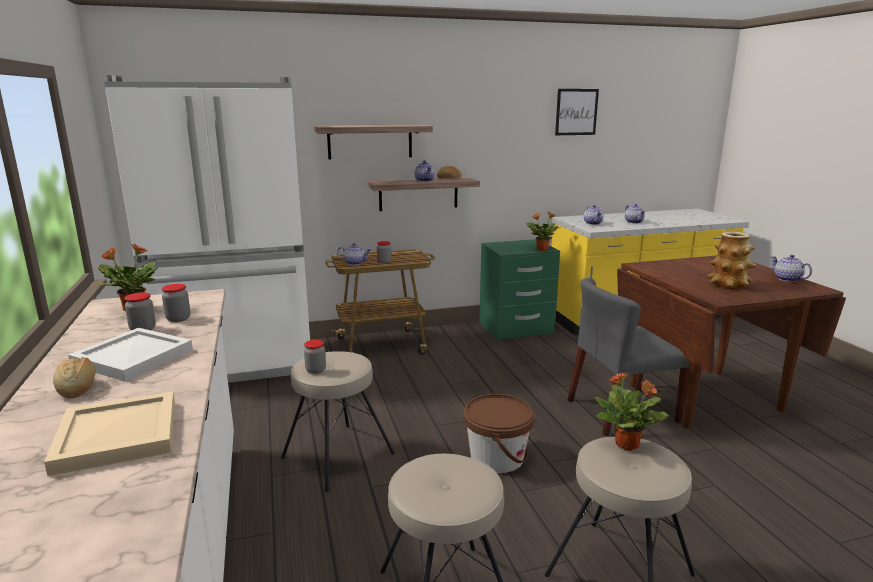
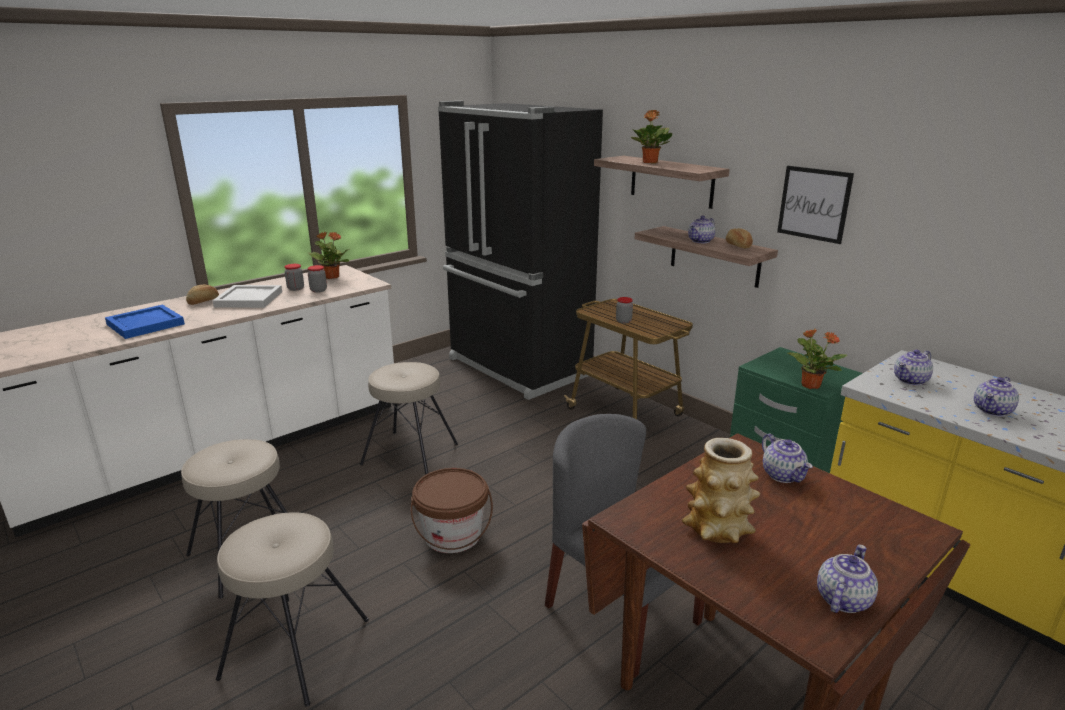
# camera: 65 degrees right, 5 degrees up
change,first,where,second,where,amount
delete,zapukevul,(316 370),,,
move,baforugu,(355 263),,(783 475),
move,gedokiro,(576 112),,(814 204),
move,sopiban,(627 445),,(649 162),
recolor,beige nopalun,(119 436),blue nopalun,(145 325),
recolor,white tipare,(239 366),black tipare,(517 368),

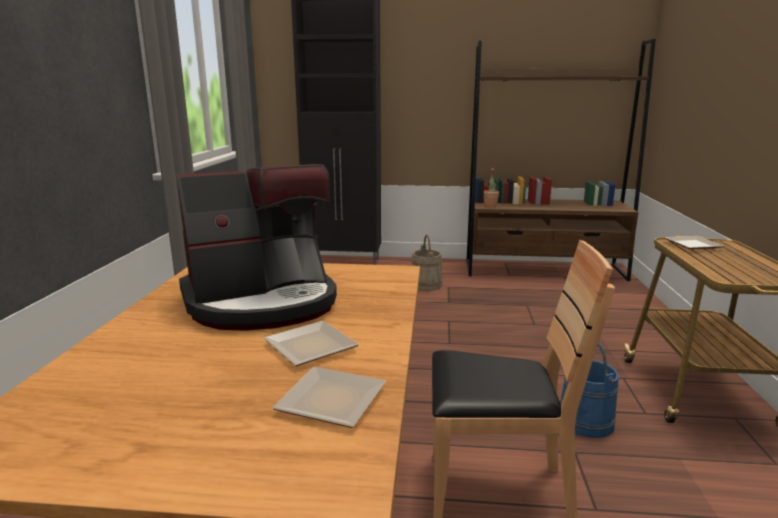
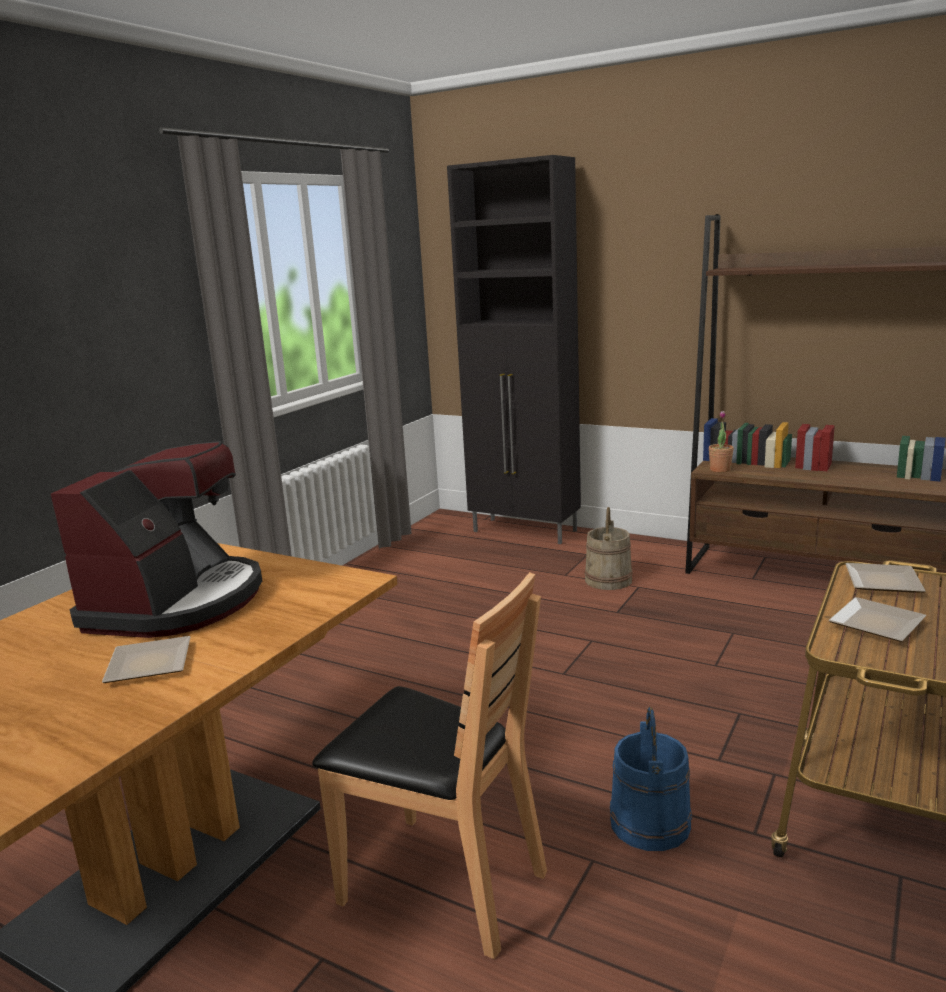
# camera: 25 degrees right, 0 degrees up
change,first,where,second,where,amount
move,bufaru,(327 402),,(873 624),
rotate,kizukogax,(262 302),,(177 602),75 degrees counterclockwise

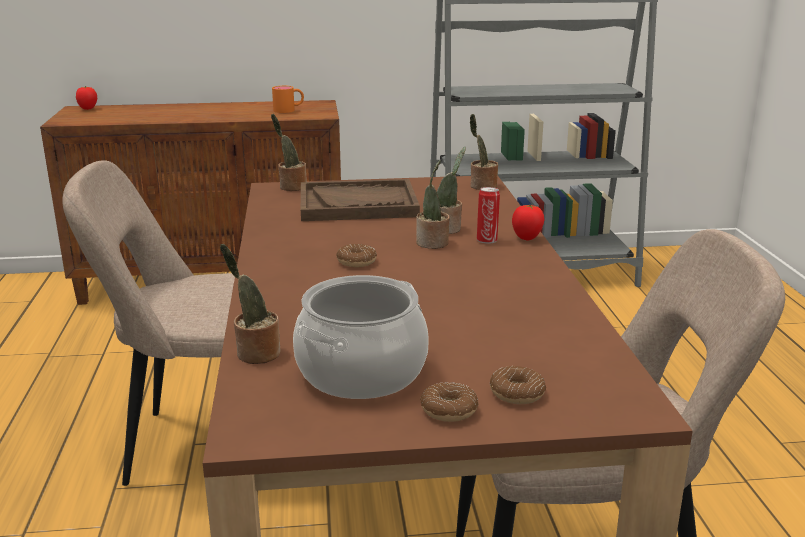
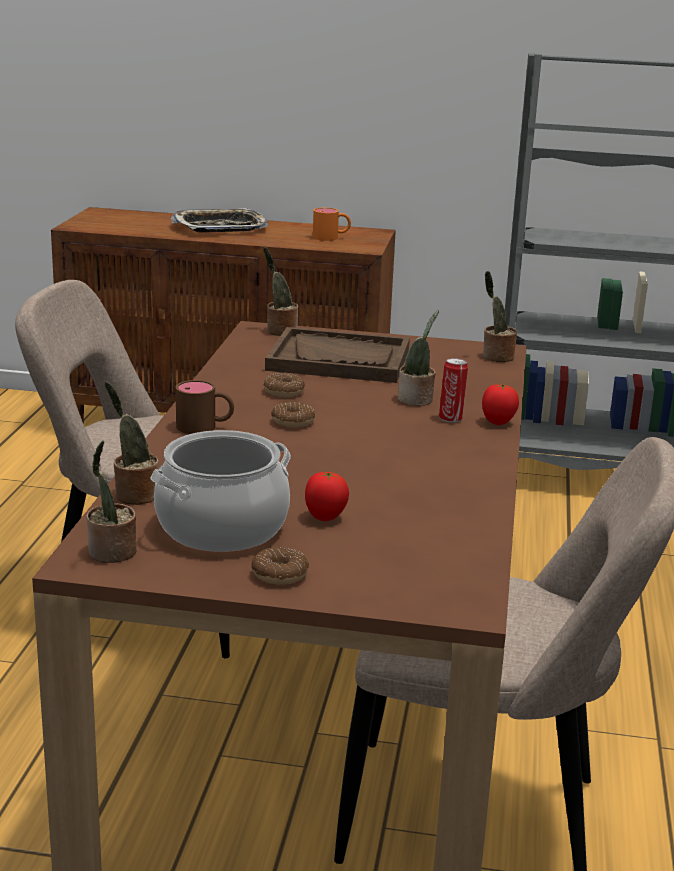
# camera: 15 degrees right, 0 degrees up
change,first,where,second,where,amount
insert,,,nopalun,(220 227),
insert,,,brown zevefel,(205 427),
move,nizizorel,(87 109),,(325 518),
move,sopiban,(432 243),,(111 553),
move,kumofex,(517 393),,(284 392),

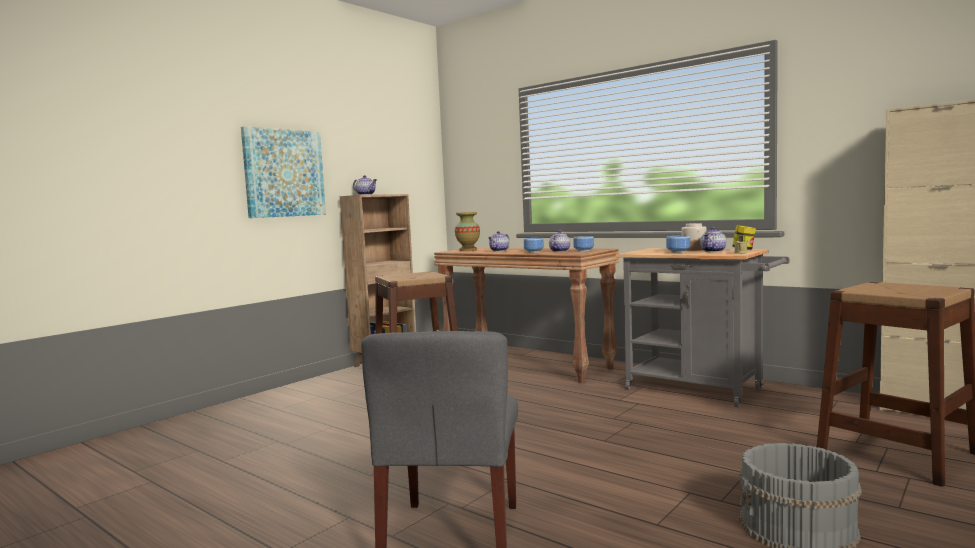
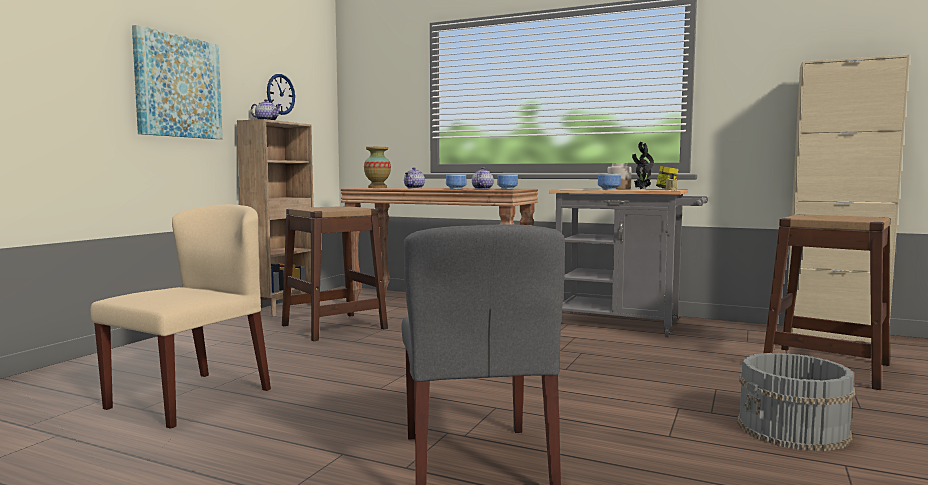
# camera: 15 degrees left, 0 degrees up
change,first,where,second,where,amount
insert,,,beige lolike,(191 398),
insert,,,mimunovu,(280 94),
replace,baforugu,(713 251),sopiban,(642 189),

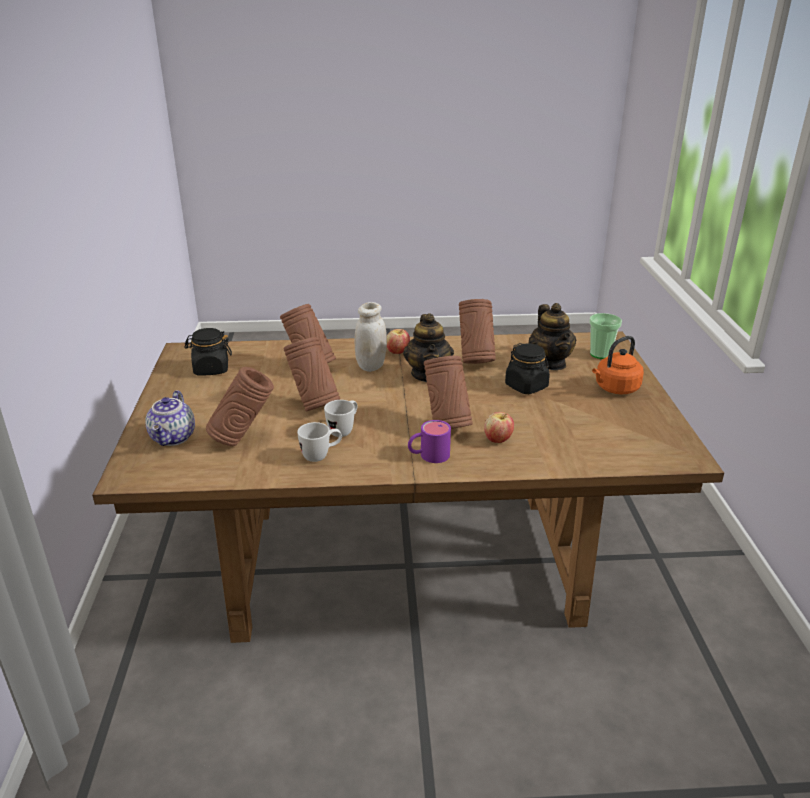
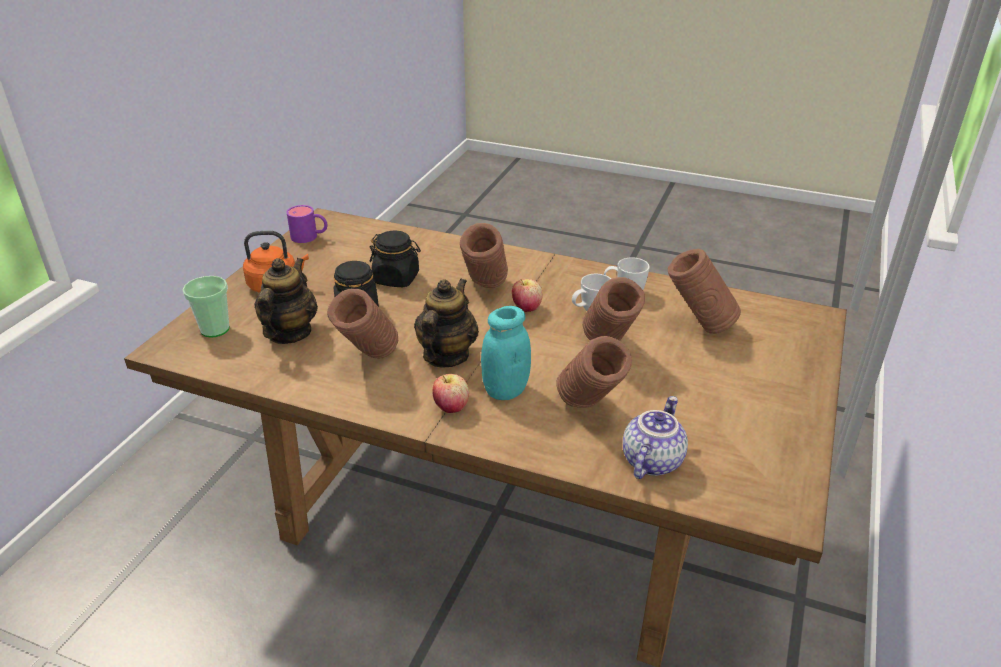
# camera: 155 degrees left, 5 degrees up
change,first,where,second,where,amount
move,baforugu,(174 438),,(650 460),
move,black zapukevul,(211 369),,(396 278),
move,purple zevefel,(428 456),,(310 237),
move,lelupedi,(498 439),,(526 308),
recolor,white zapukevul,(371 366),turquoise zapukevul,(505 390),

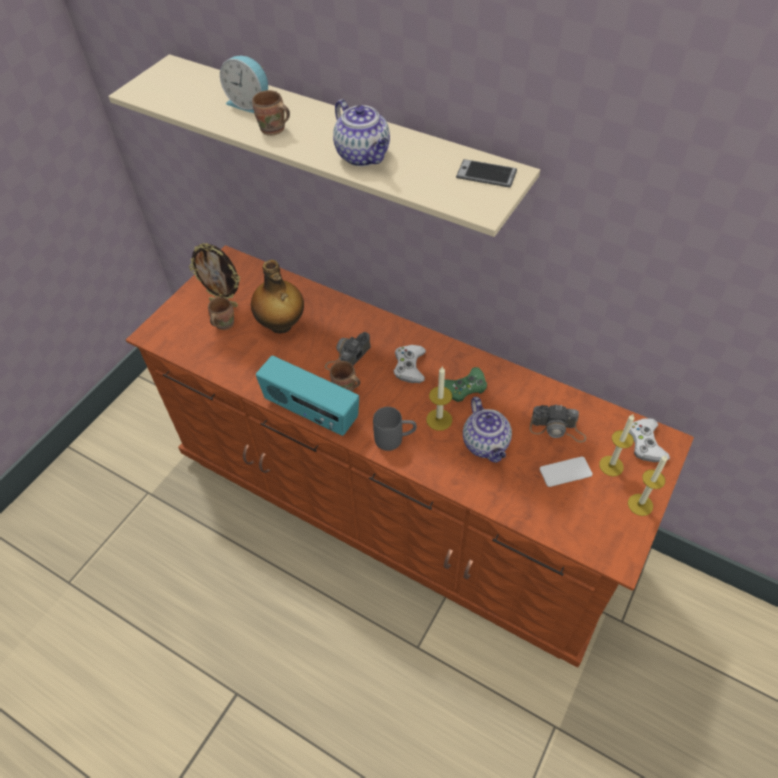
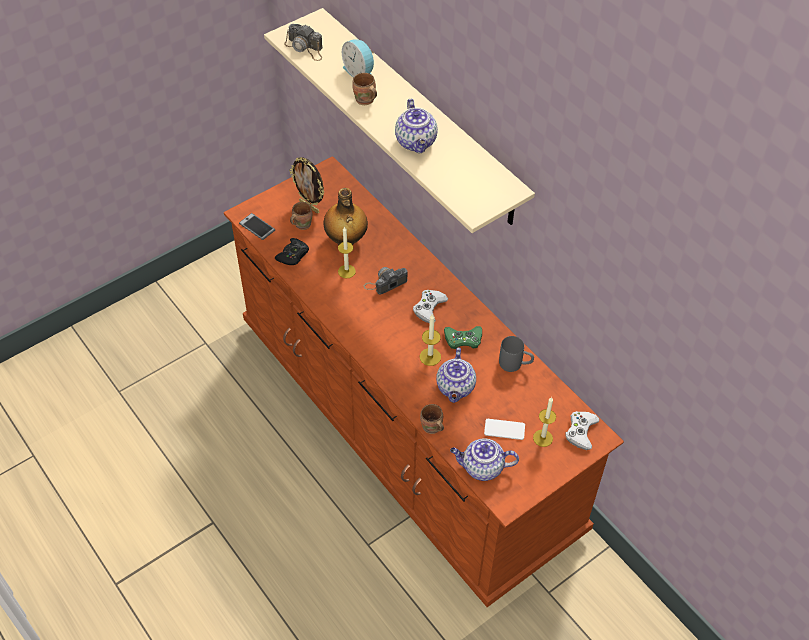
# camera: 20 degrees right, 0 degrees up
change,first,where,second,where,amount
delete,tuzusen,(310 412),,,
insert,,,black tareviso,(293 255),
insert,,,baforugu,(481 468),
move,brown zevefel,(345 389),,(431 428),
move,grey zevefel,(395 439),,(515 364),
move,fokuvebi,(486 174),,(257 227),
move,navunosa,(557 429),,(305 48),
move,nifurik,(640 504),,(346 271),

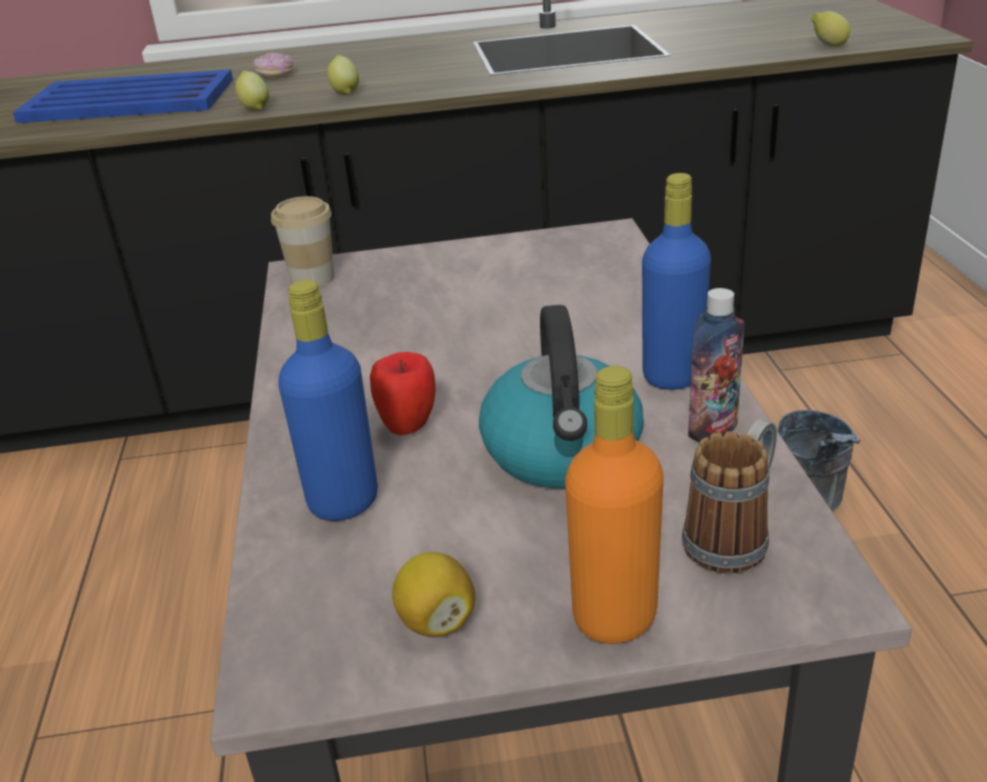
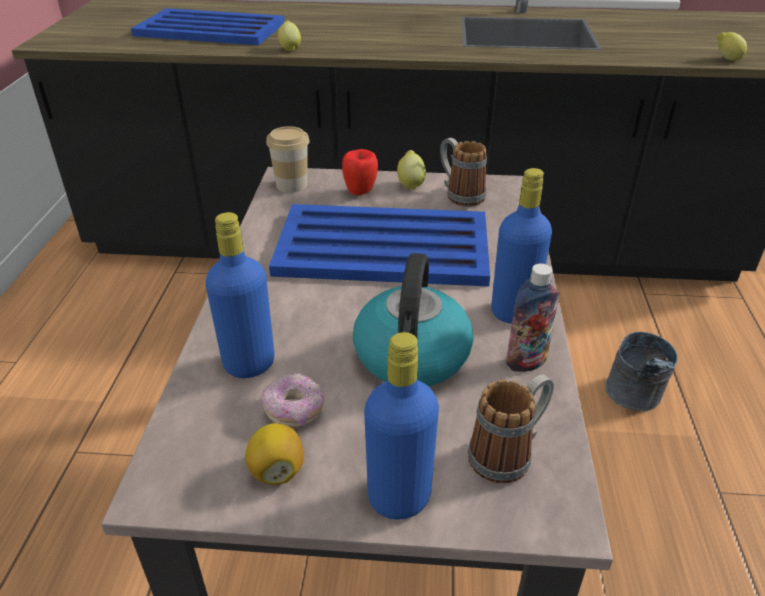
# camera: 10 degrees right, 5 degrees up
change,first,where,second,where,amount
insert,,,blue nopalun,(381 246),
insert,,,zevefel,(459 194),
move,kumofex,(275 74),,(294 411),
move,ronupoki,(345 92),,(410 184),
move,lelupedi,(408 428),,(360 192),
recolor,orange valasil,(614 617),blue valasil,(399 497),

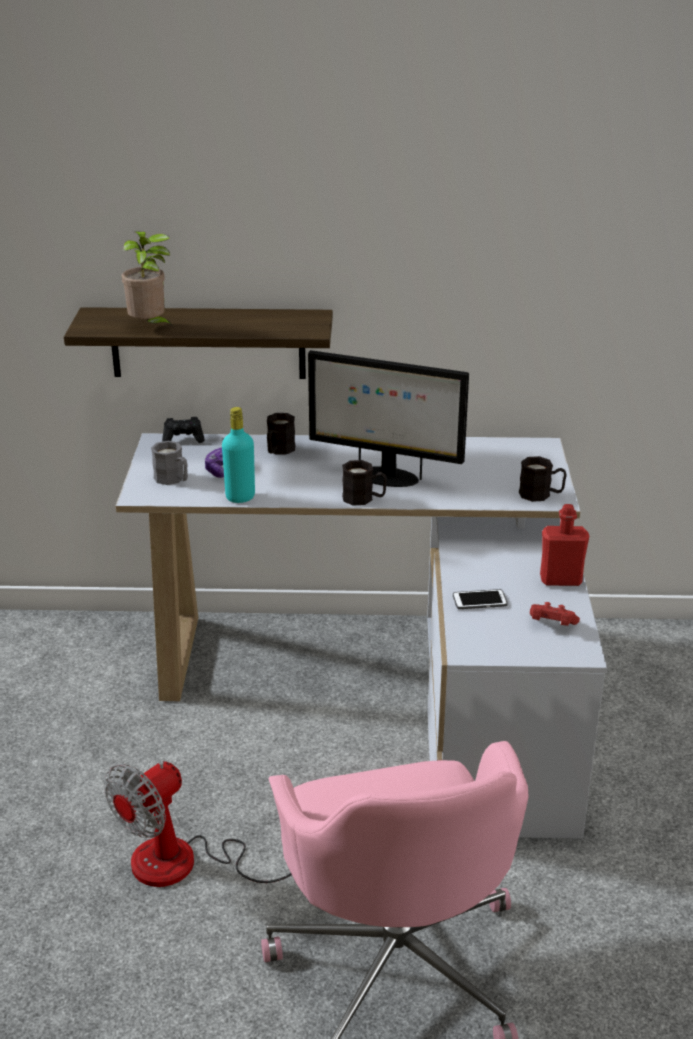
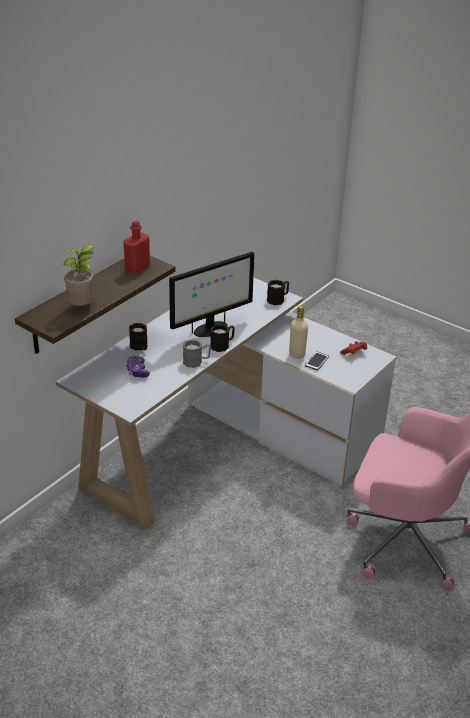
# camera: 55 degrees left, 5 degrees up
change,first,where,second,where,amount
delete,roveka,(187 864),,,
delete,black tareviso,(183 439),,,
delete,turquoise valasil,(240 497),,,
insert,,,beige valasil,(297 354),
move,grey zevefel,(173 480),,(196 361),
move,red valasil,(560 580),,(137 268),

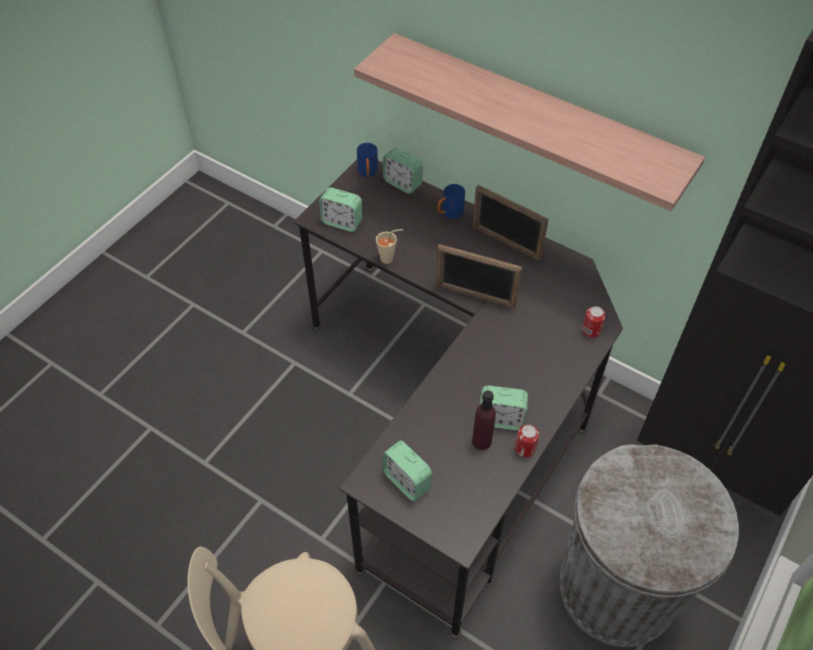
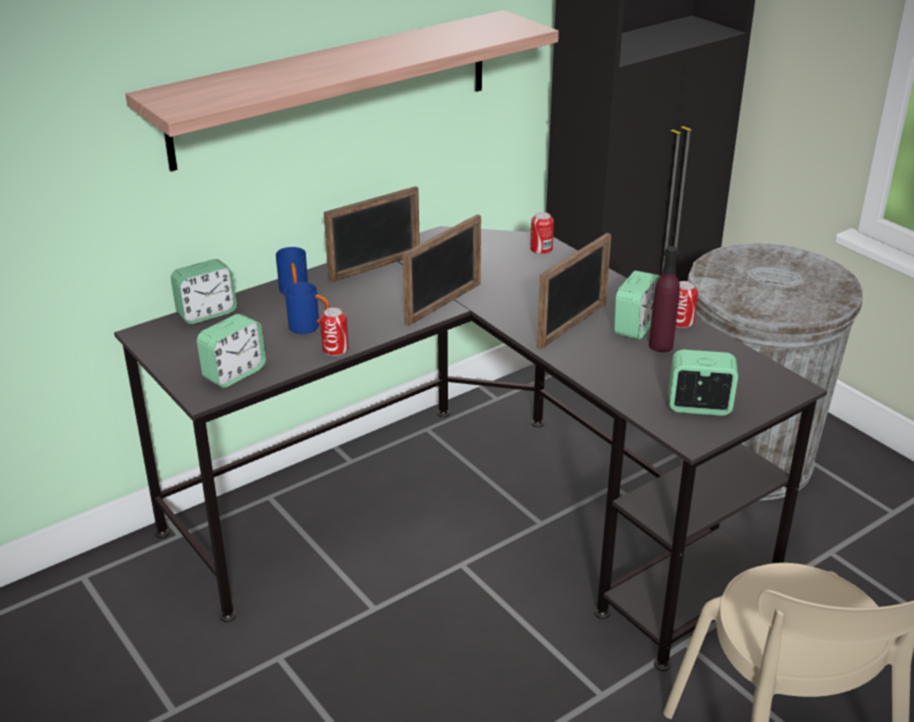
# camera: 70 degrees left, 20 degrees down
change,first,where,second,where,amount
insert,,,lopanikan,(572 325),
move,blue zevefel,(368 173),,(310 327),
replace,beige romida,(390 258),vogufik,(335 349),
rotate,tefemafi,(407 481),,(699 407),150 degrees counterclockwise

